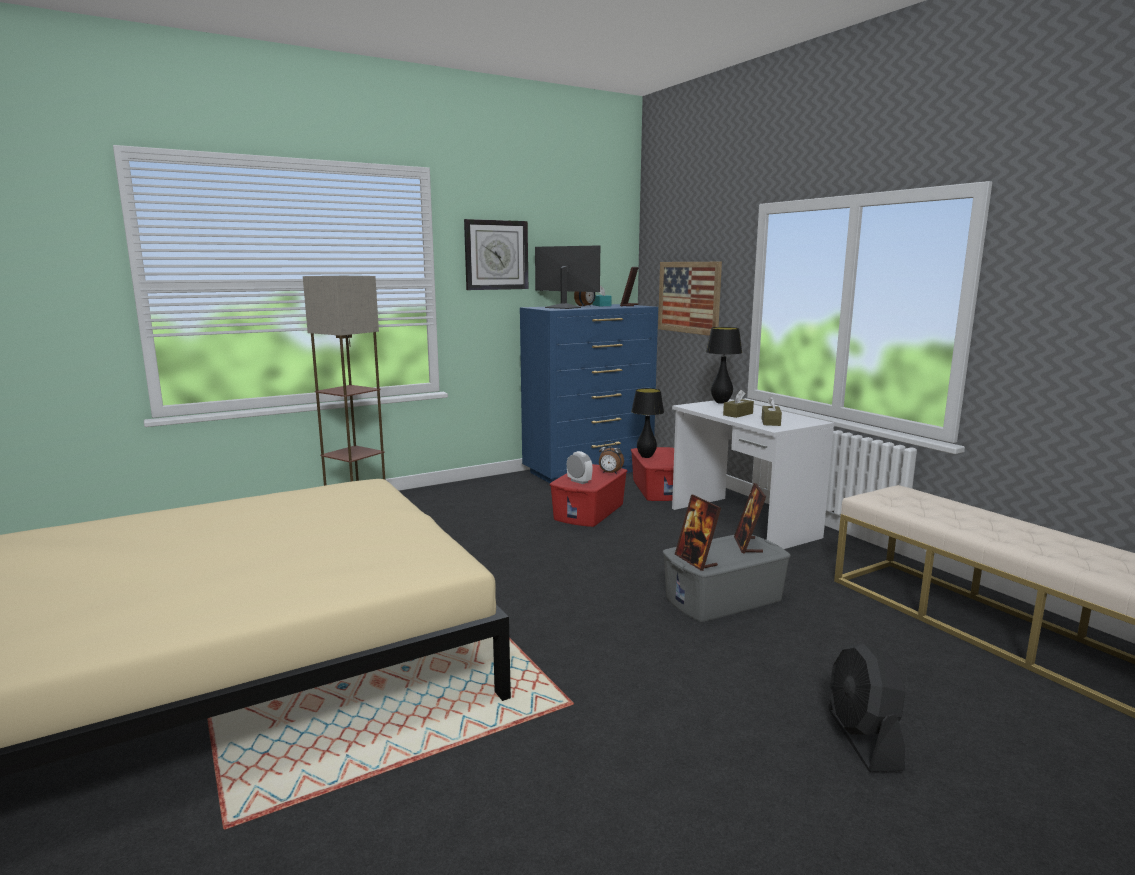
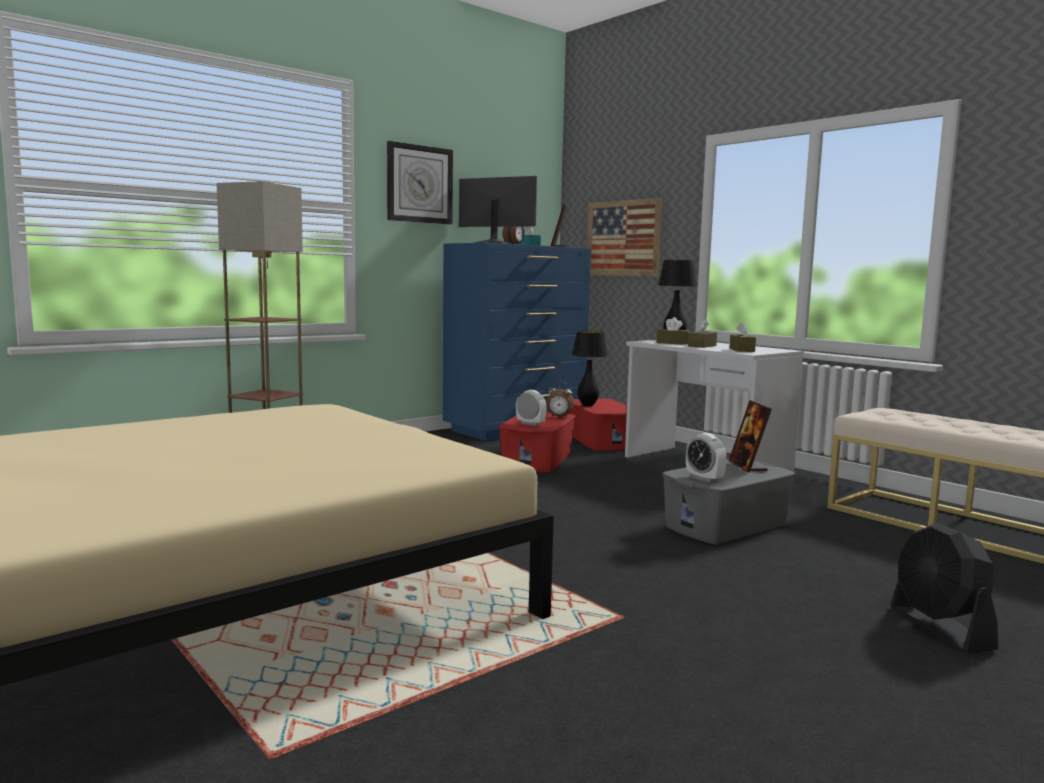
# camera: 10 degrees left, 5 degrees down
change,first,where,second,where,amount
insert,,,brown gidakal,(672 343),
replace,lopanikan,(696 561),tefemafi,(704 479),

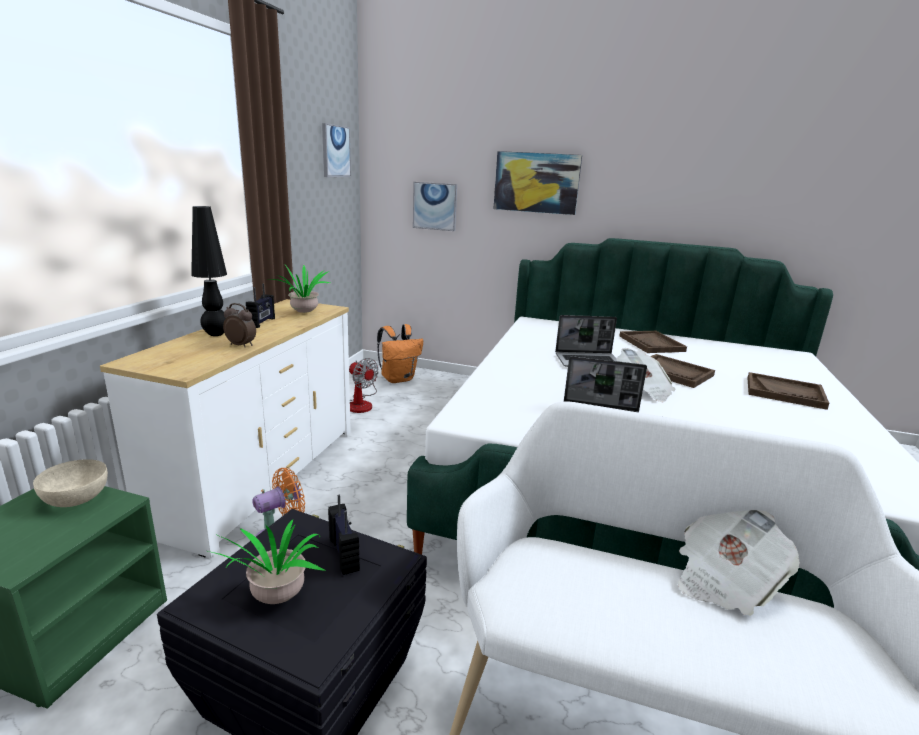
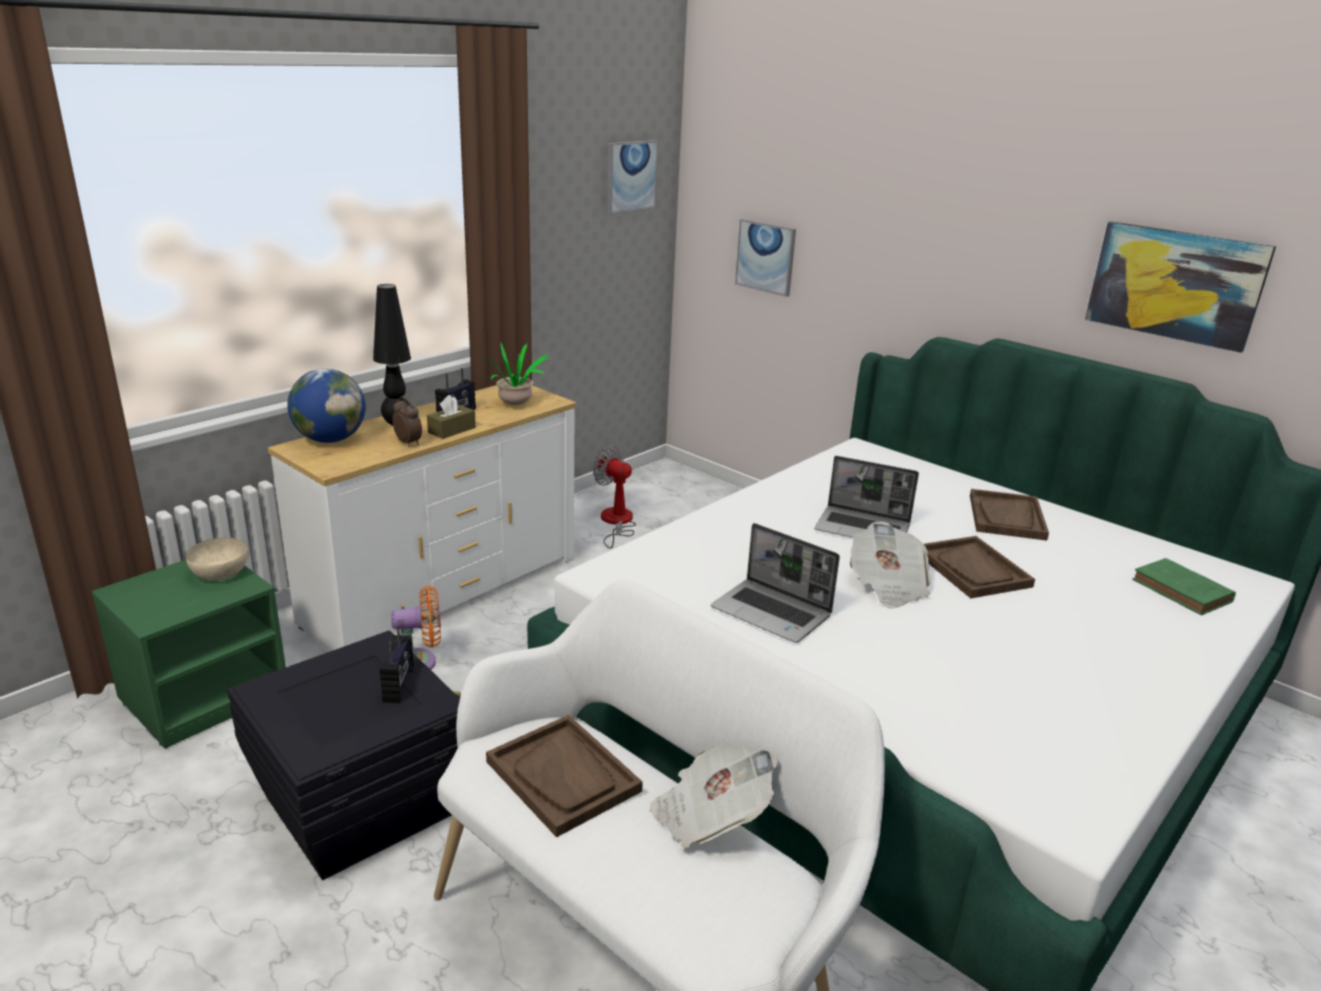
# camera: 25 degrees right, 5 degrees up
change,first,where,second,where,amount
delete,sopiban,(276 600),,,
delete,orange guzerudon,(398 379),,,
insert,,,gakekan,(330 440),
insert,,,brown gidakal,(452 430),
insert,,,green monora,(1183 592),
move,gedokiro,(536 183),,(1175 284),
move,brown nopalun,(785 392),,(563 776),
rotate,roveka,(362 403),,(616 523),150 degrees clockwise

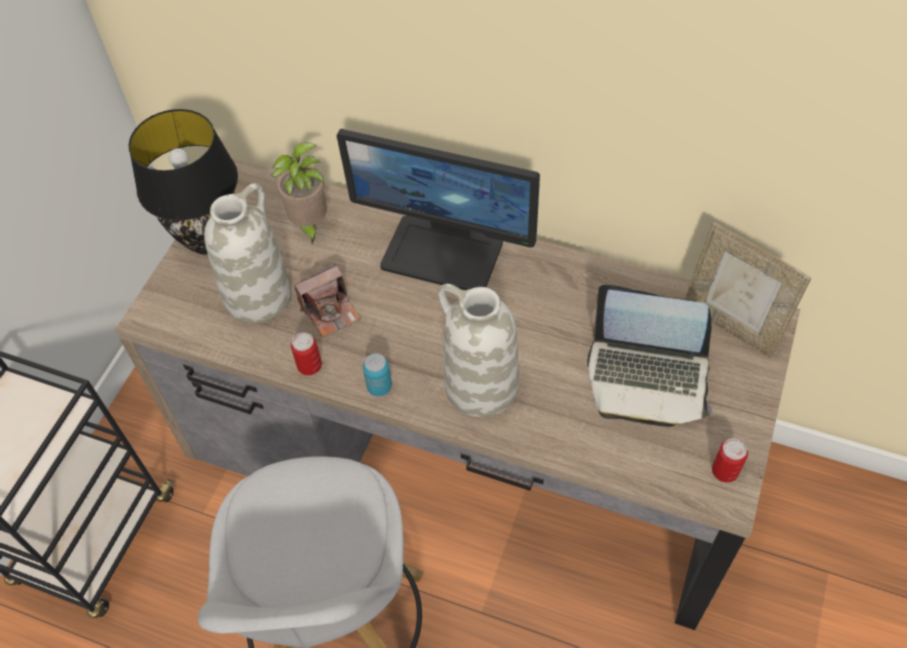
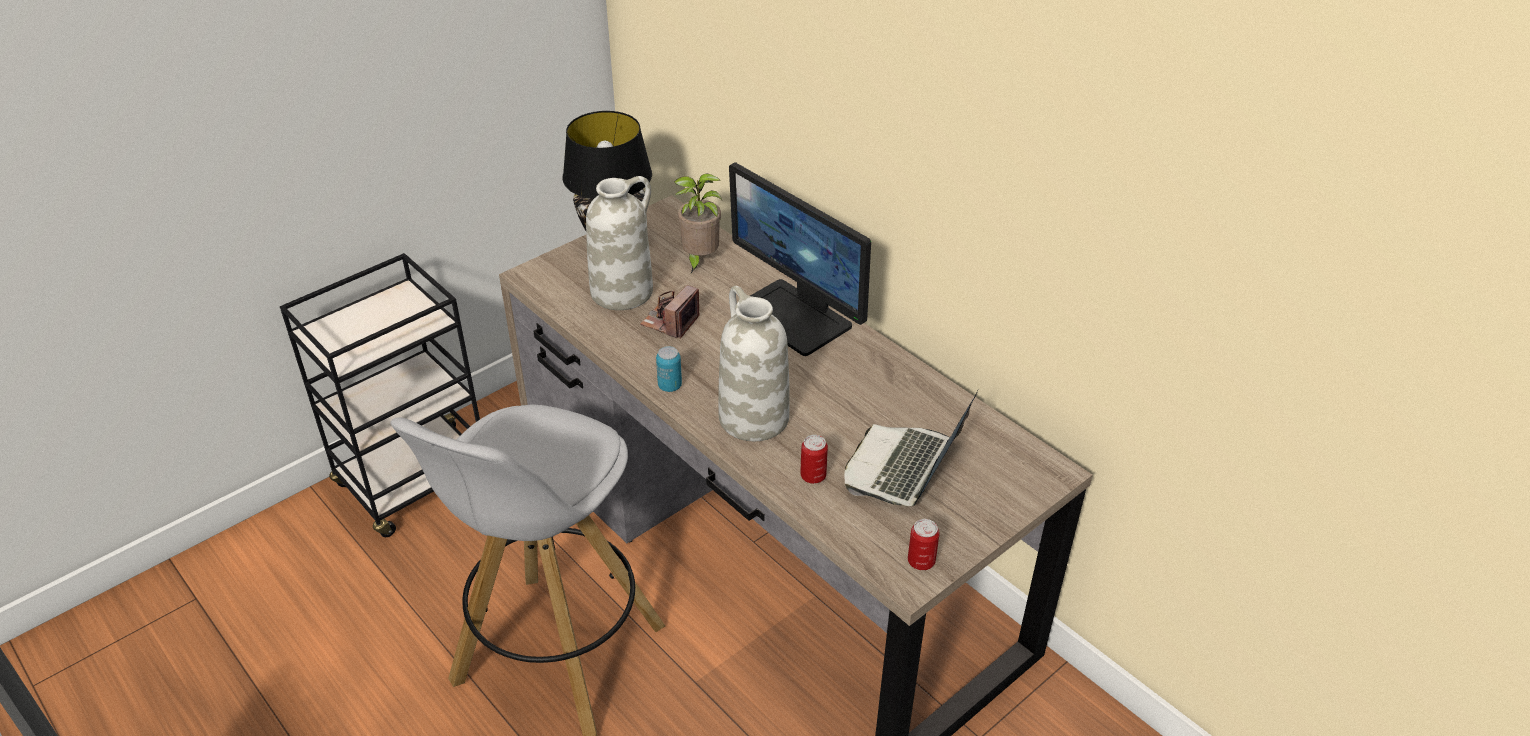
# camera: 25 degrees right, 15 degrees down
change,first,where,second,where,amount
delete,lopanikan,(731 325),,,
move,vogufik,(309 366),,(813 476),
rotate,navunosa,(330 311),,(670 322),120 degrees clockwise
rotate,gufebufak,(647 378),,(904 468),75 degrees clockwise

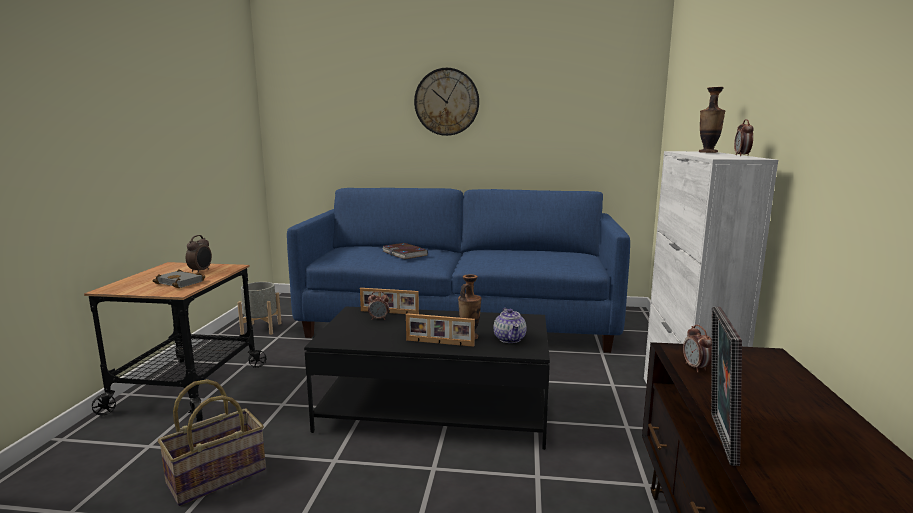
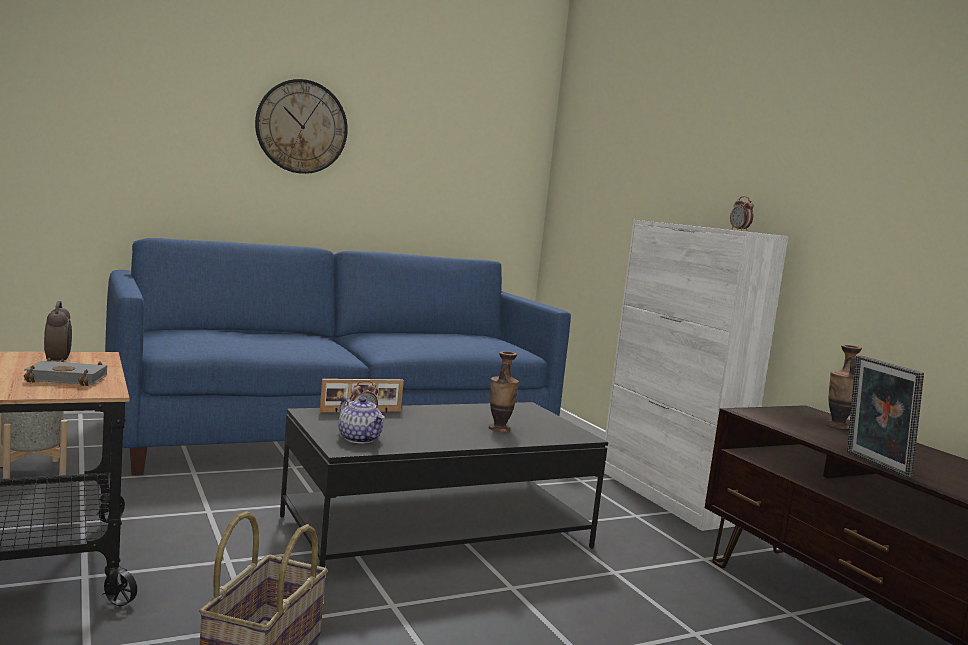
# camera: 35 degrees left, 5 degrees down
change,first,where,second,where,amount
delete,monora,(405 253),,,
delete,lopanikan,(439 343),,,
delete,tefemafi,(696 368),,,
move,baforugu,(510 339),,(360 439),
move,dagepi,(708 152),,(837 426),

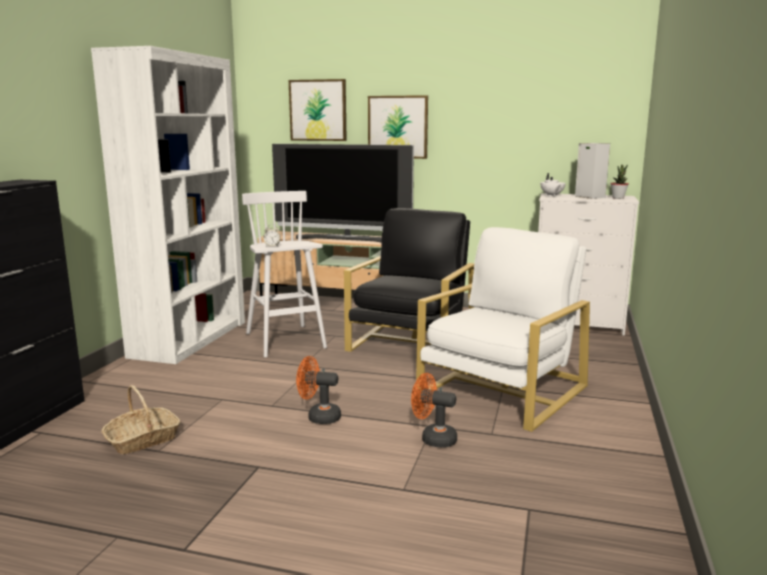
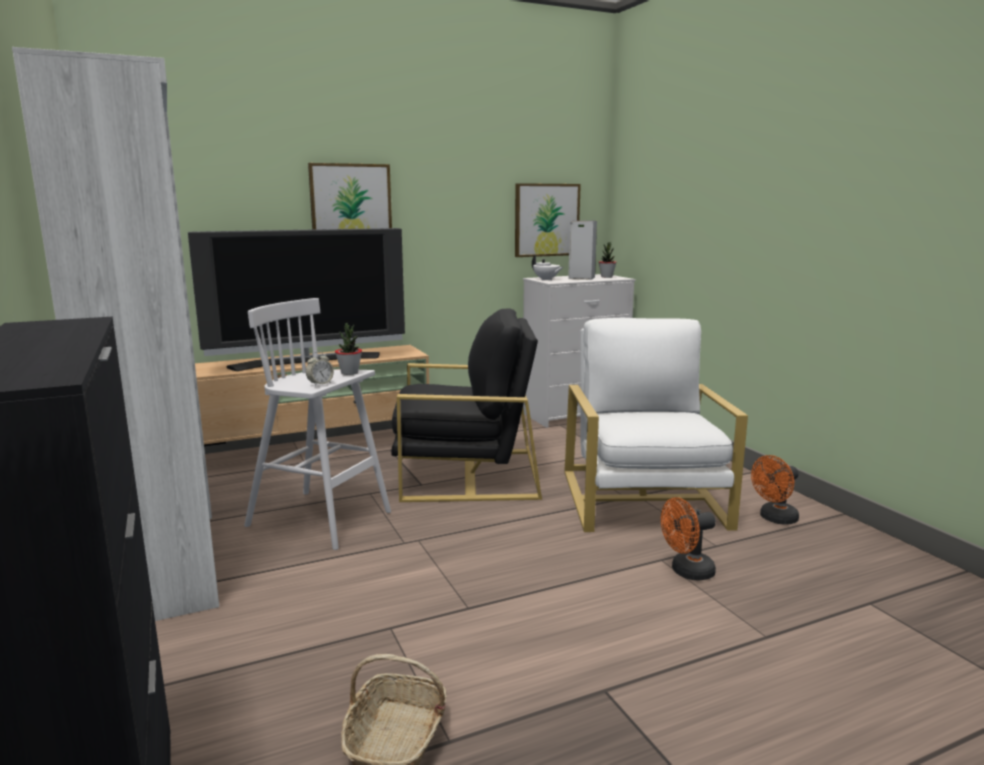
# camera: 40 degrees left, 0 degrees up
change,first,where,second,where,amount
insert,,,sopiban,(349 373),
move,gedokiro,(318 110),,(546 220),
move,orange roveka,(318 417),,(774 519),
rotate,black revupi,(412 341),,(467 474),105 degrees clockwise

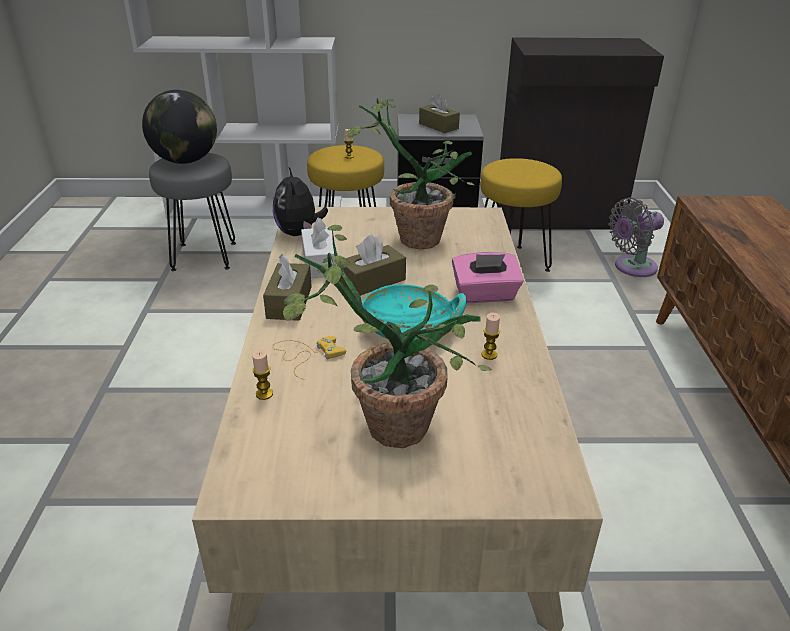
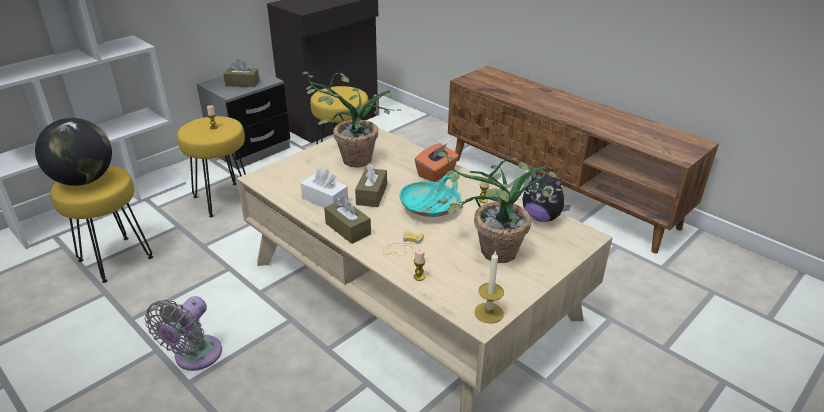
# camera: 45 degrees left, 0 degrees up
change,first,where,second,where,amount
insert,,,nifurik,(489 313),
move,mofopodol,(299 233),,(541 217),
move,grey roveka,(631 267),,(195 357),
recolor,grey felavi,(205 256),yellow felavi,(116 258),
recolor,pink gidakal,(485 295),orange gidakal,(436 173),

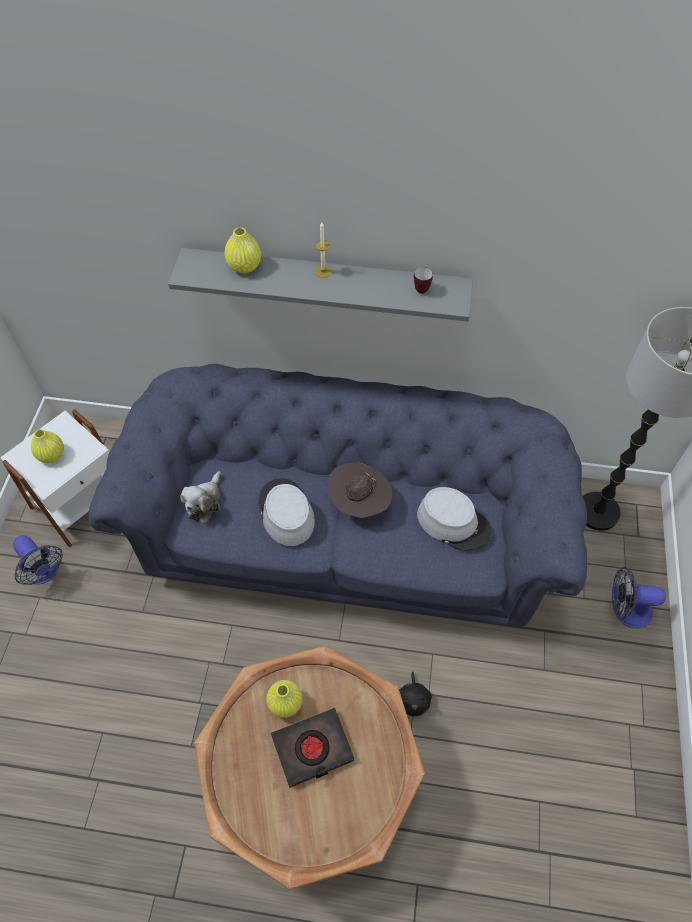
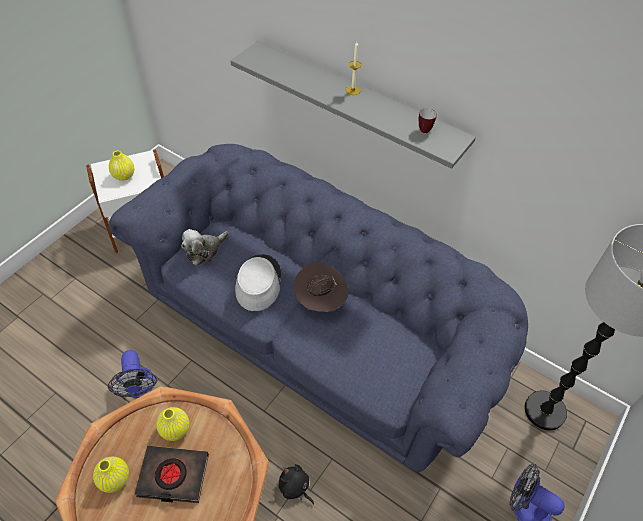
# camera: 25 degrees right, 5 degrees down
change,first,where,second,where,amount
delete,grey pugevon,(453 522),,,
move,roveka,(45 572),,(139 388),
move,yellow dagepi,(244 266),,(114 479),
rotate,black mofopodol,(413 699),,(295 487),105 degrees clockwise

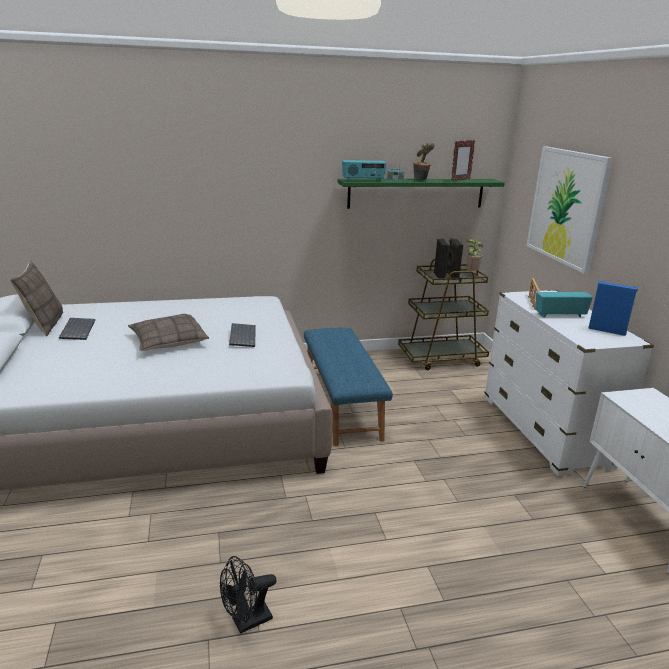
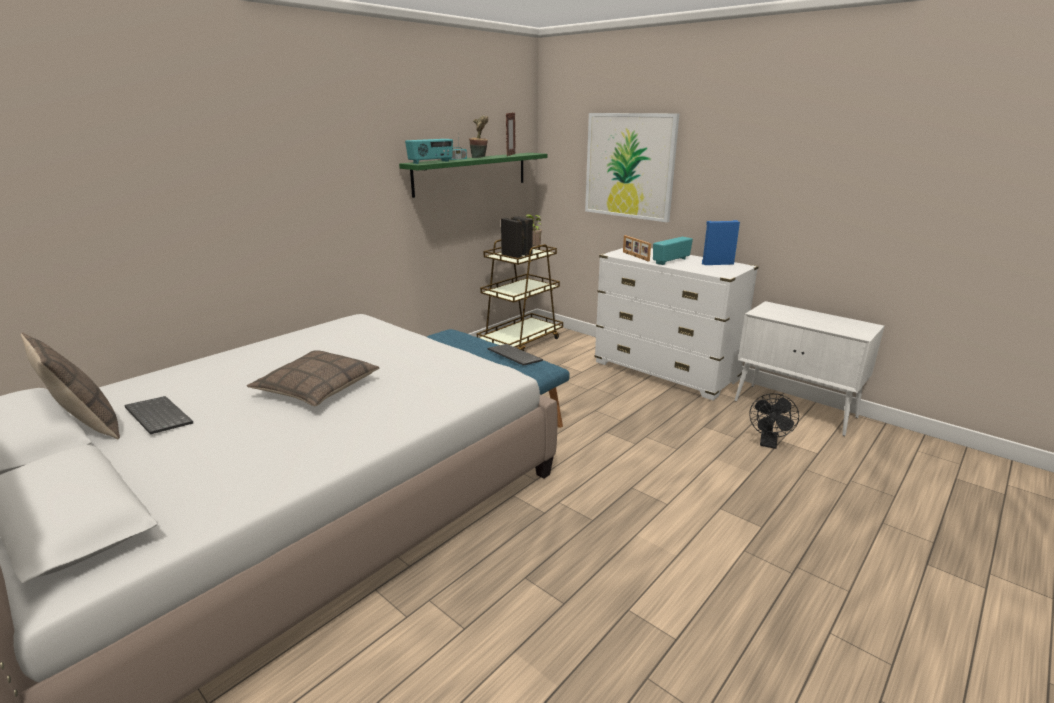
# camera: 35 degrees left, 0 degrees up
change,first,where,second,where,amount
move,black roveka,(246 622),,(768 443),
move,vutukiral,(241 336),,(513 356),

